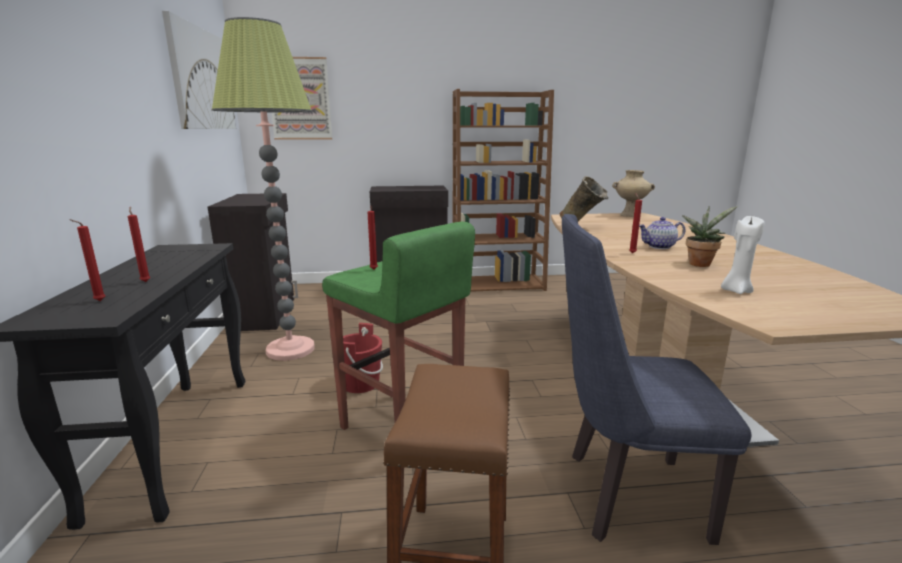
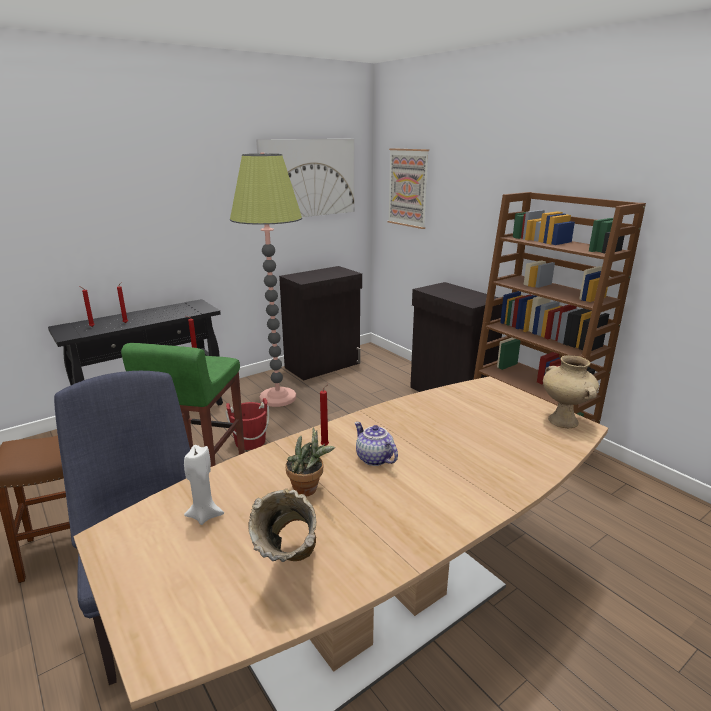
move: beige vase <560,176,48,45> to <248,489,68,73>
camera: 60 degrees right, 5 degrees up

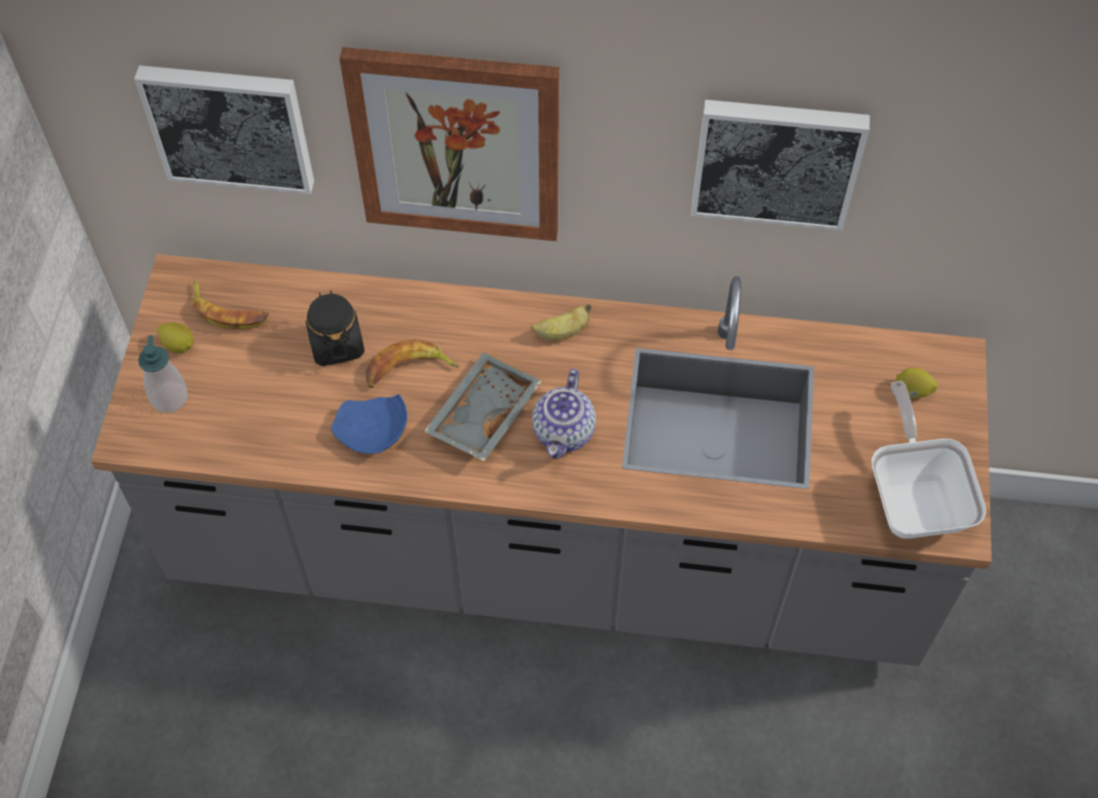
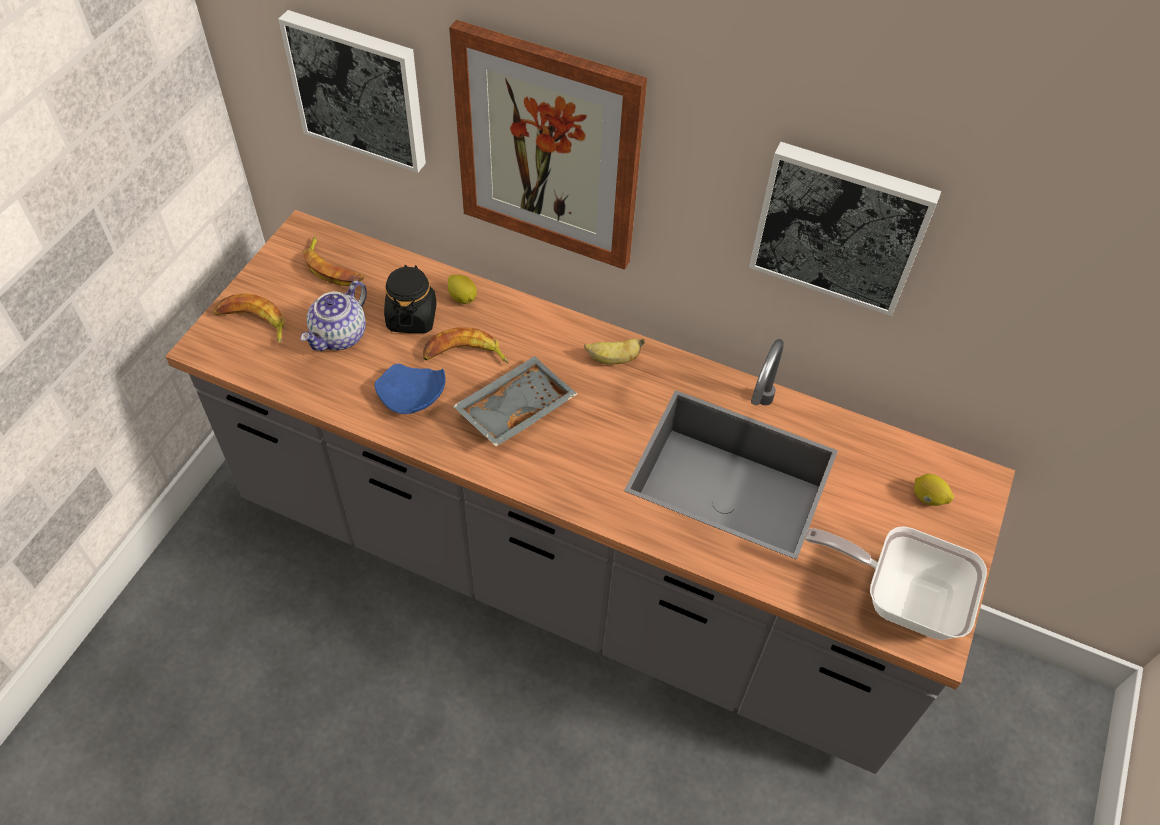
move: teapot <532,369,64,89> to <300,281,67,70>; lemon <157,322,37,31> to <448,275,29,29>
replace: soap dispenser <138,335,50,78> to banana <213,294,71,50>
rotate: frying pan <871,381,115,158> = <804,526,183,114> 75 degrees counterclockwise
camera: 15 degrees right, 5 degrees down

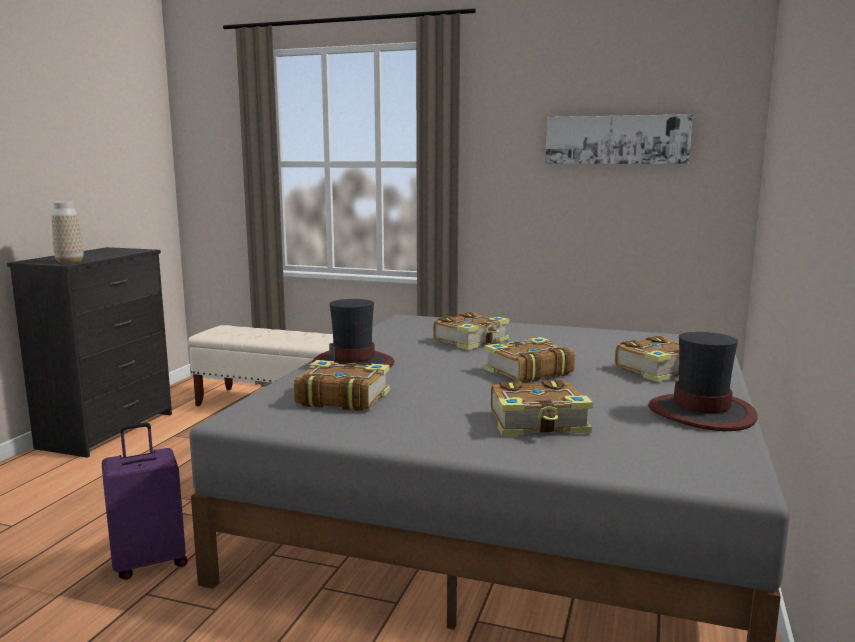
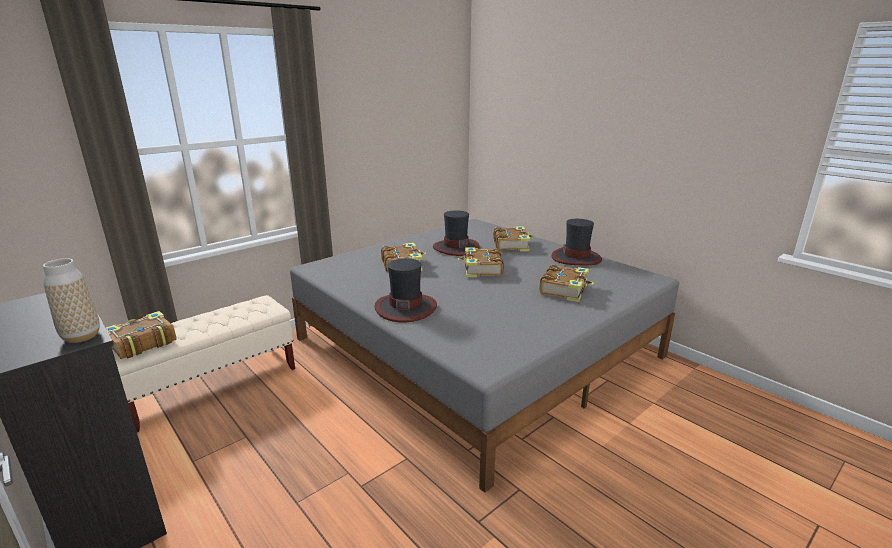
delete: purple suitcase <102,422,86,158>; picture <545,114,148,50>
insert: hat <433,210,47,46>
move: book <294,360,96,51> to <106,311,70,48>
camera: 60 degrees left, 10 degrees up

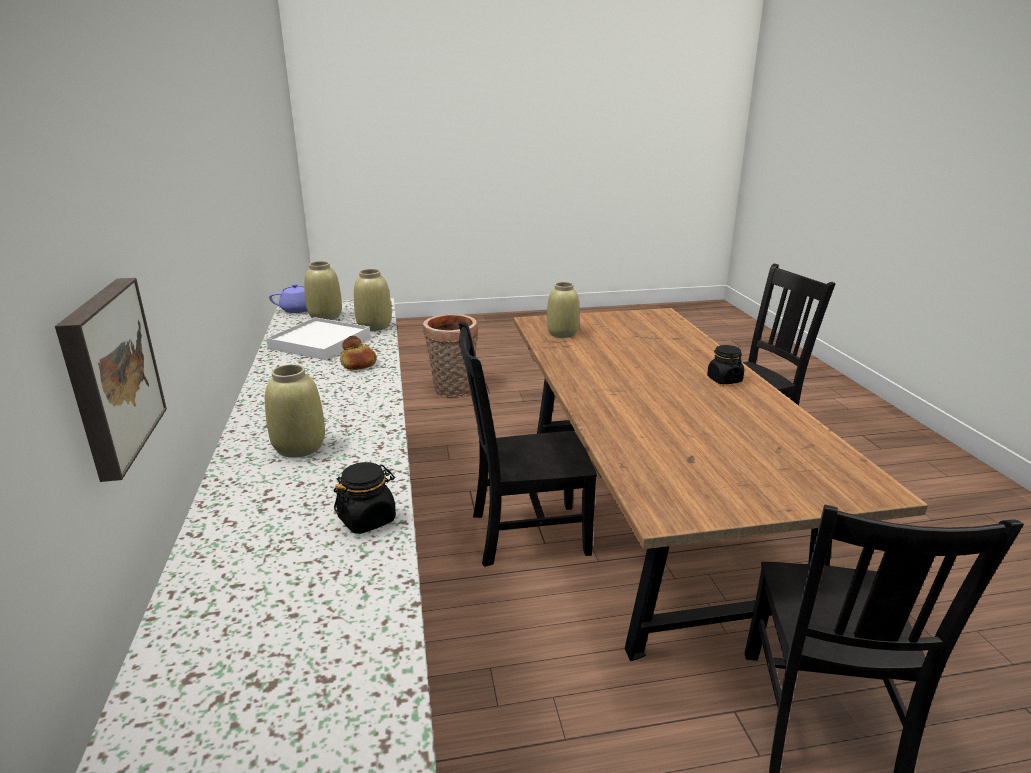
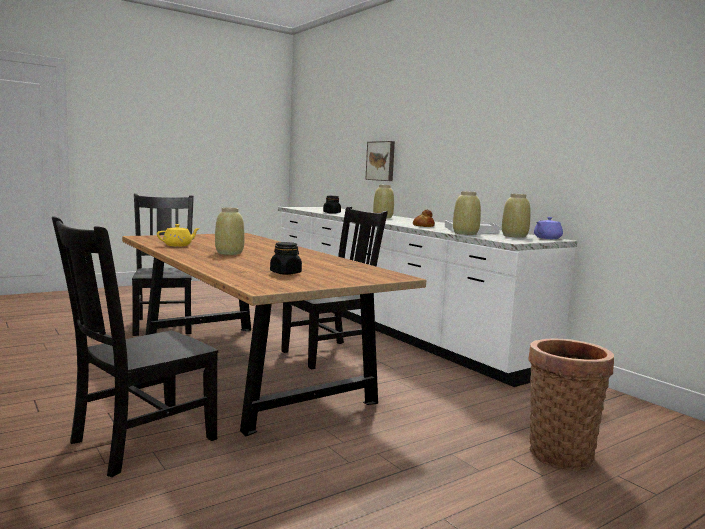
insert: yellow teapot <157,224,43,23>
move: beige vase <547,282,33,56> to <215,208,30,47>; black jar <707,345,37,39> to <270,242,32,33>
camera: 155 degrees right, 15 degrees down

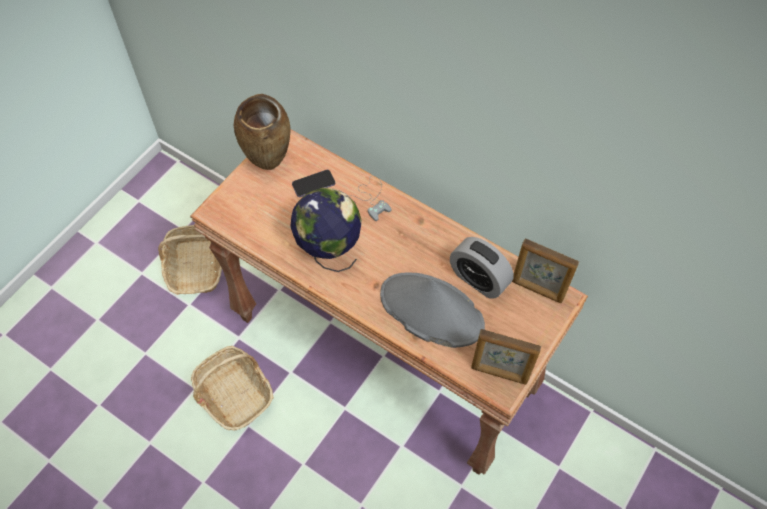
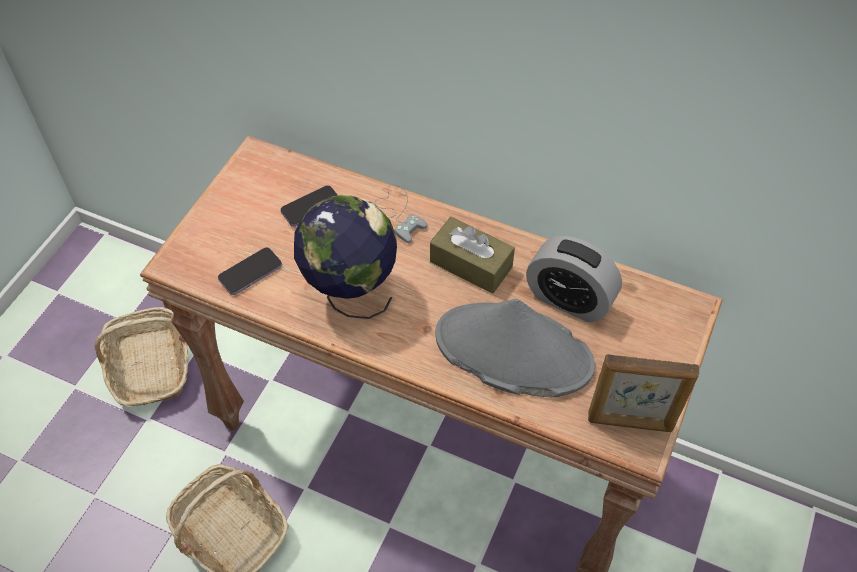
delete: brown vase <233,94,57,76>; picture frame <512,238,67,65>
insert: phone <218,247,64,48>; brown tissue box <430,217,85,77>
camera: 10 degrees left, 5 degrees down

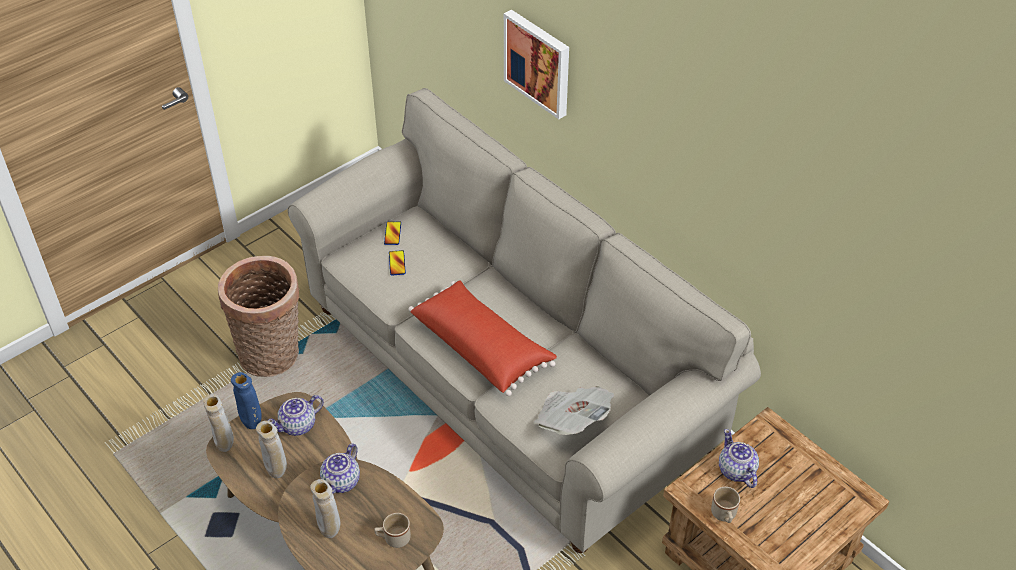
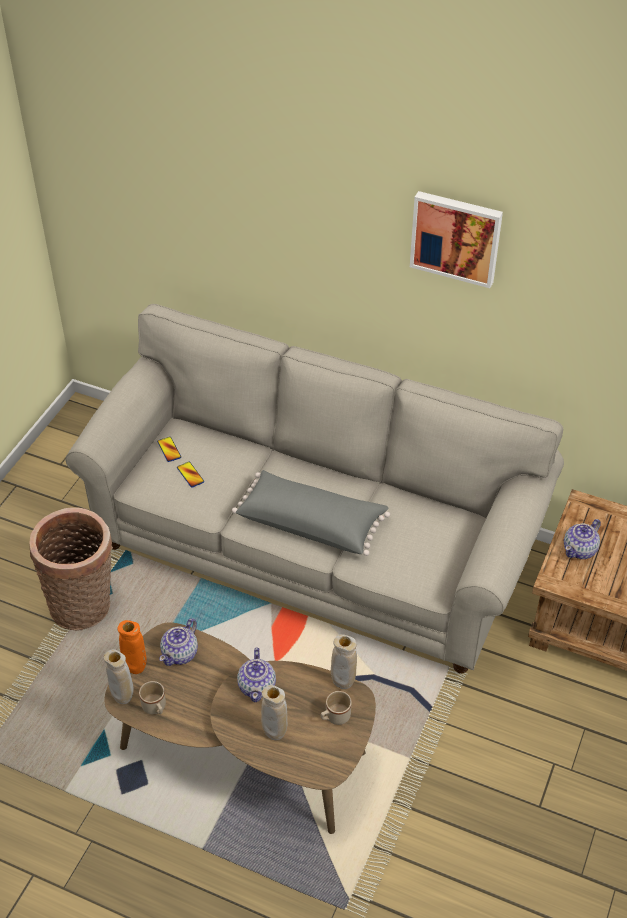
delete: newspaper <534,386,80,49>
move: beige mug <711,487,29,36> to <139,681,27,33>; beige vase <256,421,31,57> to <331,634,26,55>; picture <504,10,65,109> to <410,191,93,97>
recolor: blue vase <231,372,31,57> to orange vase <118,620,29,54>; red pillow <408,280,149,116> to grey pillow <232,470,158,86>
rotate: teapot <719,429,40,59> = <564,519,37,40> 90 degrees counterclockwise
camera: 25 degrees left, 0 degrees up

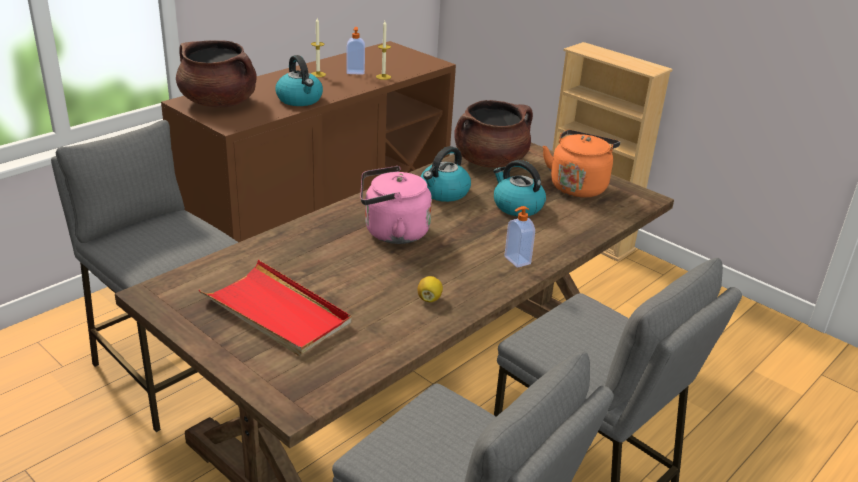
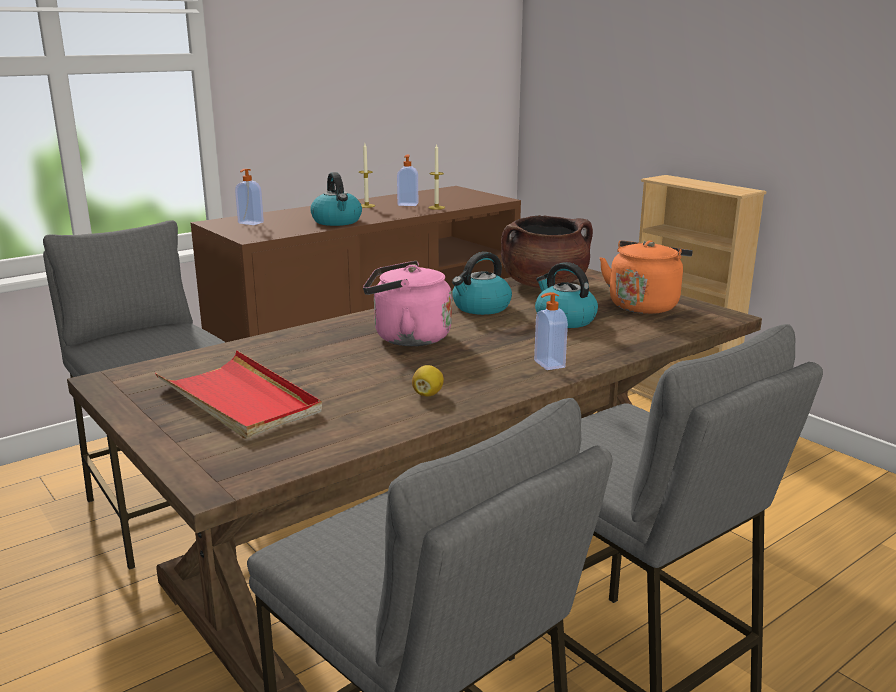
replace: brown cooking pot <176,40,81,67> to soap dispenser <235,169,29,56>
camera: 10 degrees right, 10 degrees down

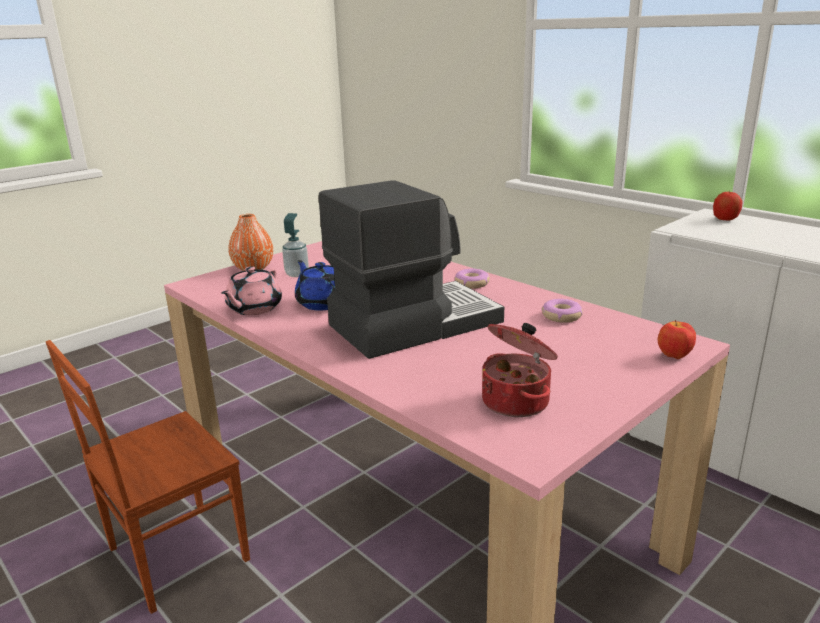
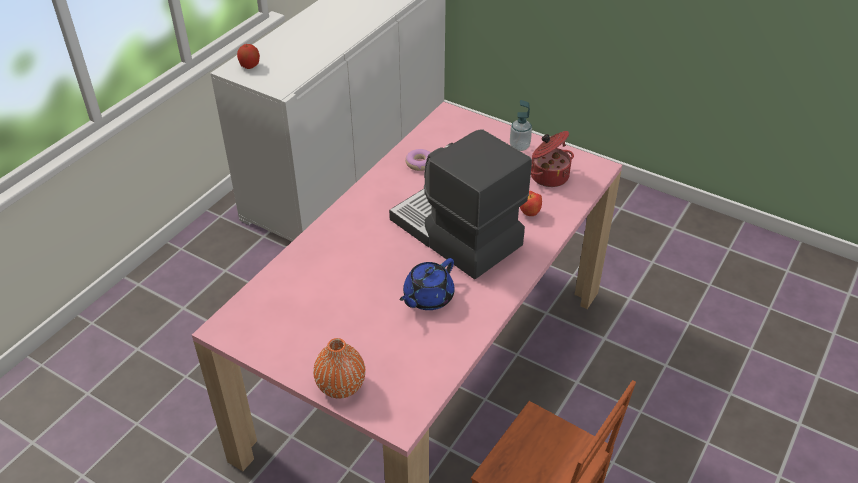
delete: pink teapot <222,266,60,49>; donut <455,269,35,20>
move: soap dispenser <282,213,27,64> to <510,100,22,51>; apple <658,320,38,39> to <520,191,22,25>
camera: 105 degrees left, 20 degrees up

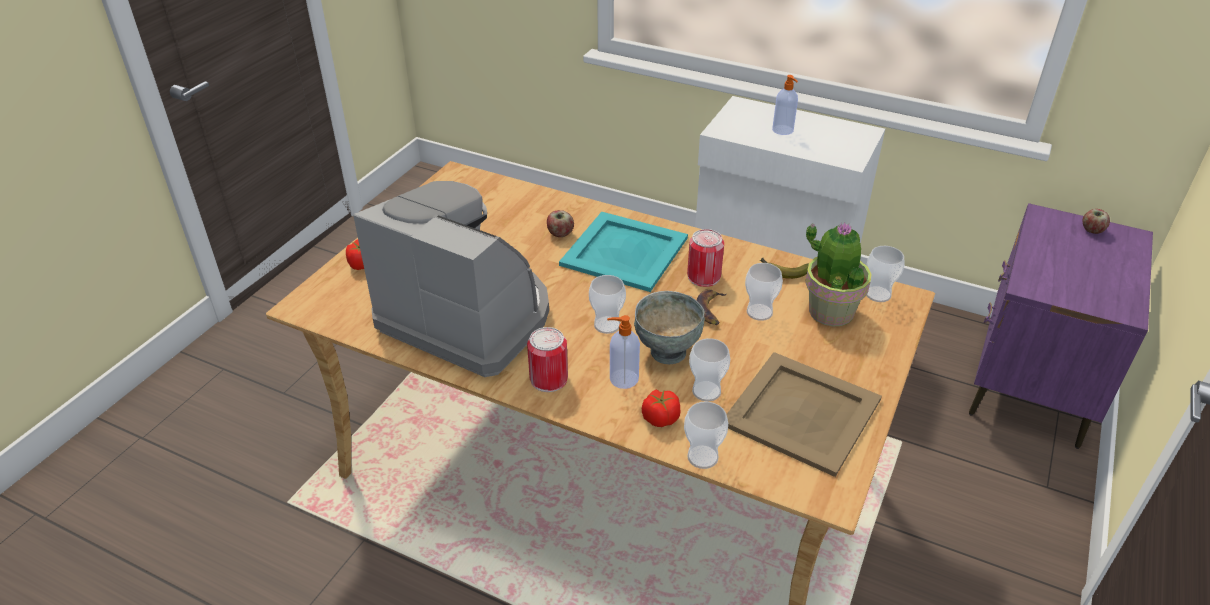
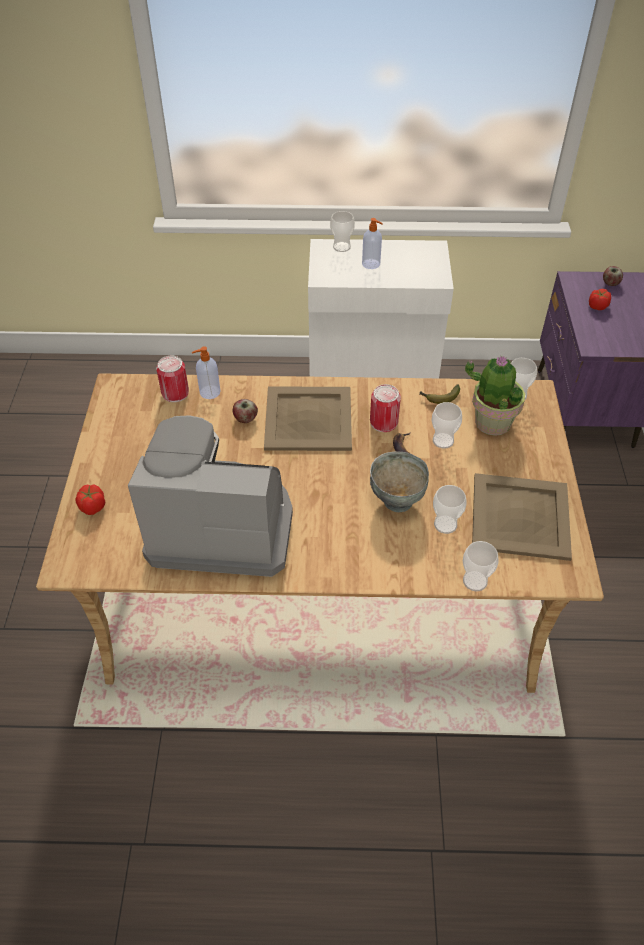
move: can <527,327,41,65> to <156,356,33,46>; soap dispenser <607,315,33,74> to <192,346,28,53>; cup <589,275,37,59> to <330,211,25,41>; tomato <642,389,38,38> to <589,289,22,21>
recolor: turquoise tray <559,212,129,80> to beige tray <264,387,88,64>
camera: 25 degrees left, 10 degrees up

